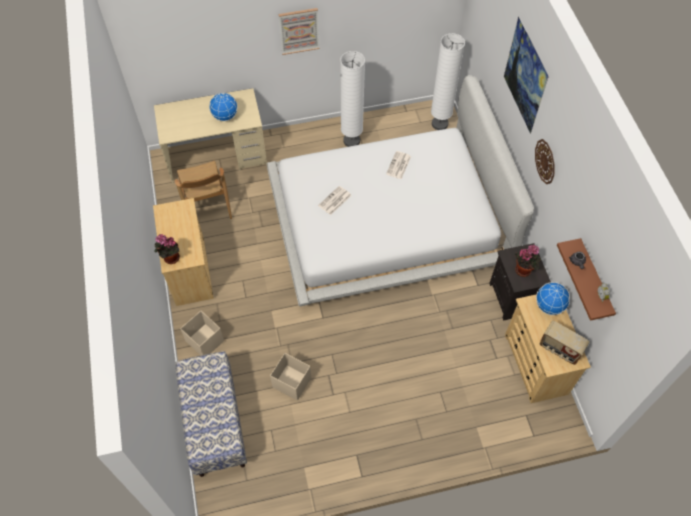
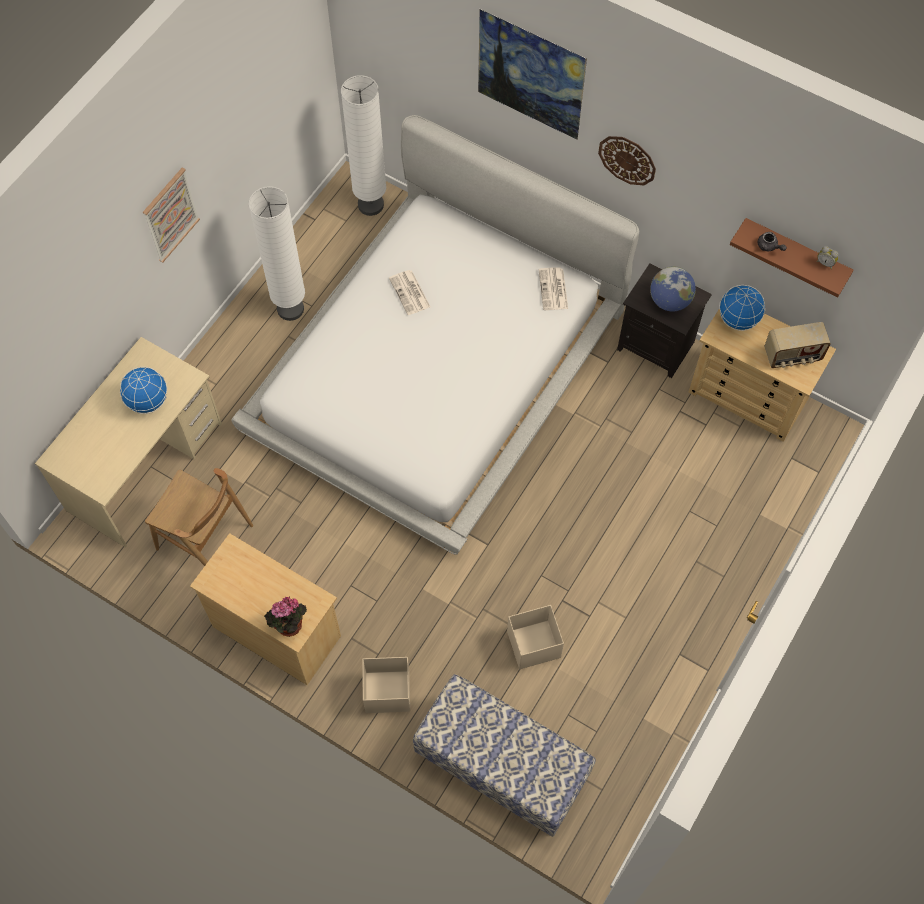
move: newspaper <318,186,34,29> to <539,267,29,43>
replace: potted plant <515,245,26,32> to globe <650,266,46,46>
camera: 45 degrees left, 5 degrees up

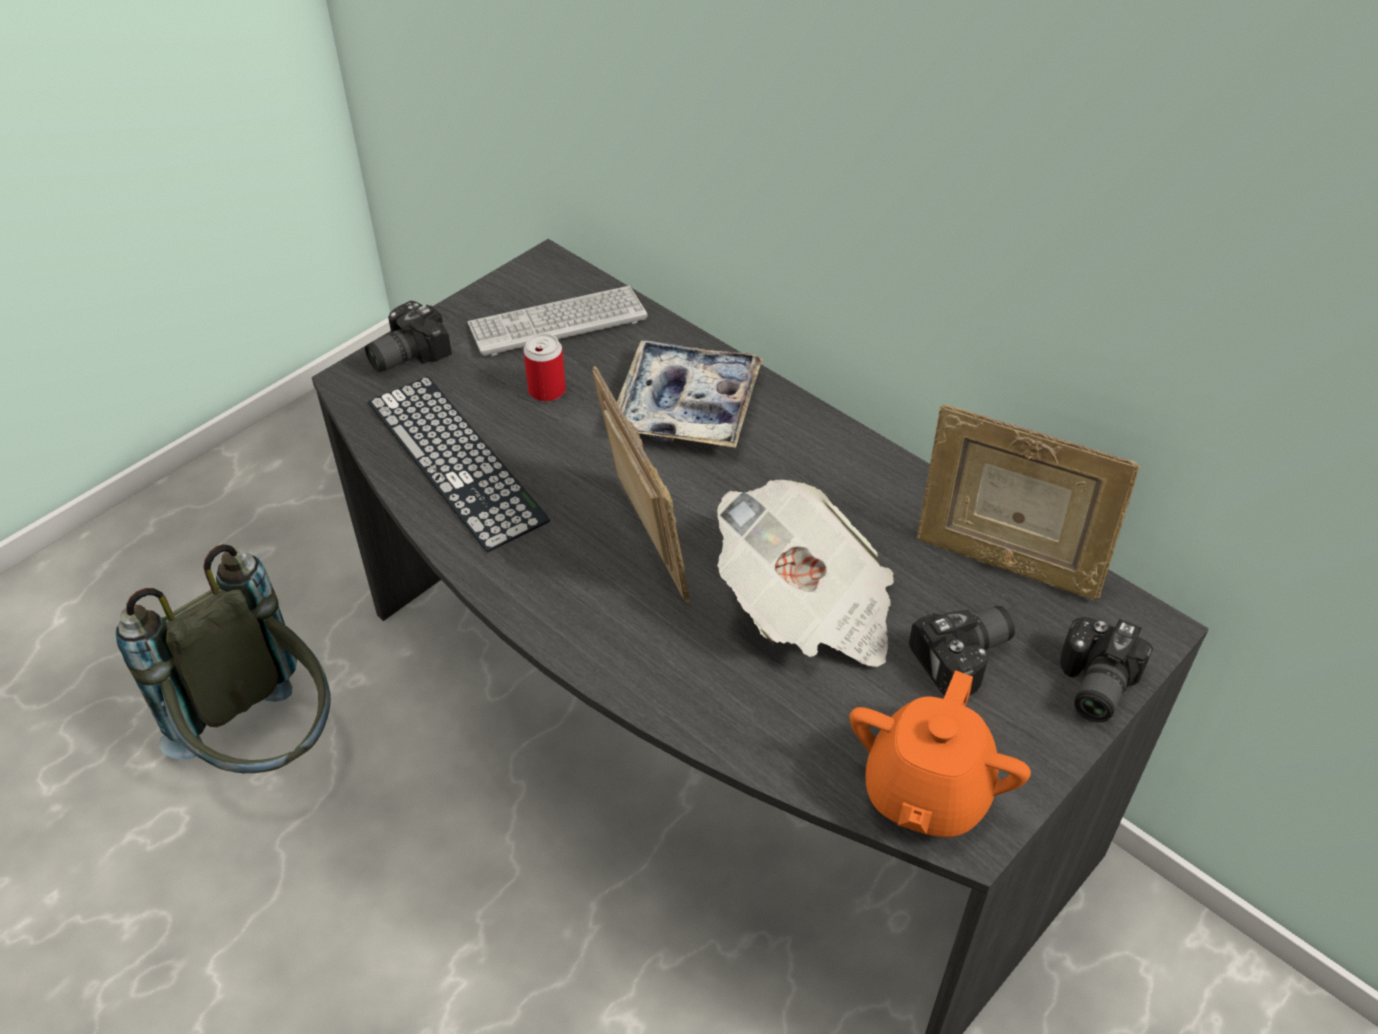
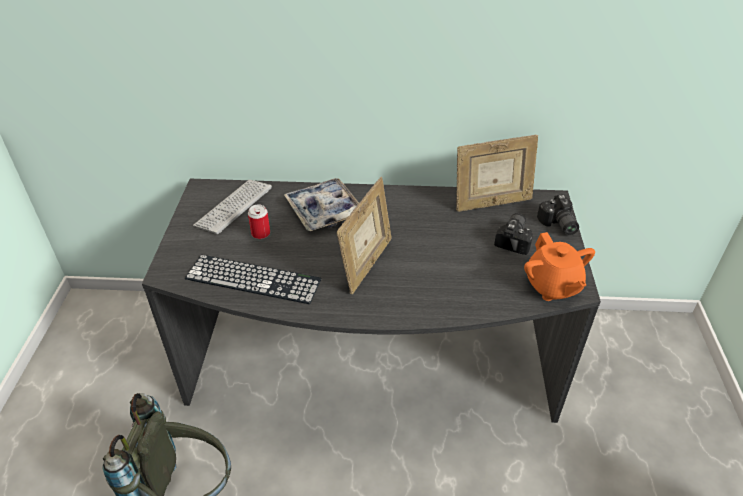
delete: photo camera <365,301,87,71>; newspaper <717,480,177,187>
rotate: picture frame <592,366,98,237> = <337,177,55,117> 90 degrees clockwise
camera: 40 degrees left, 5 degrees down

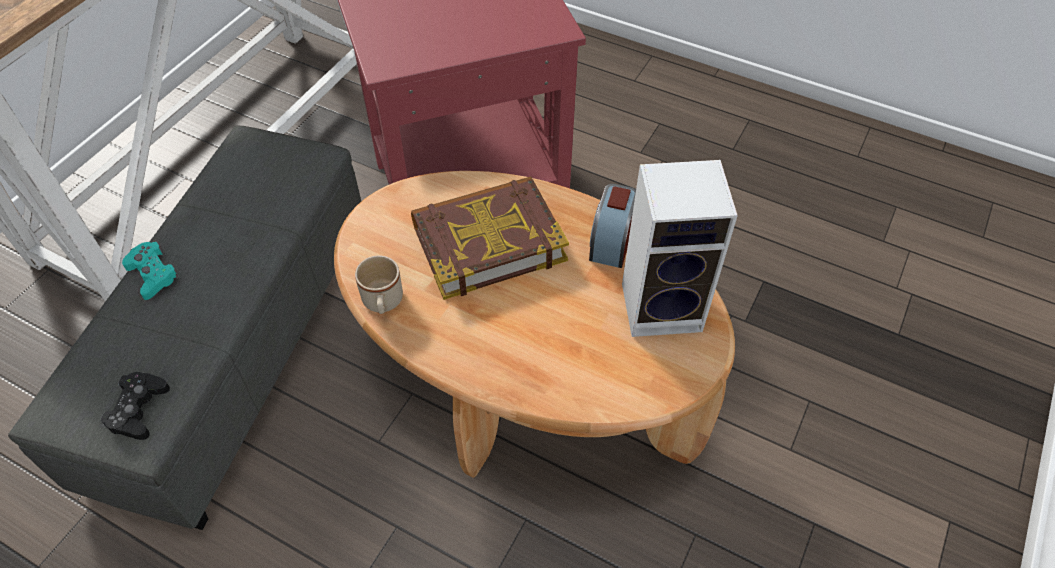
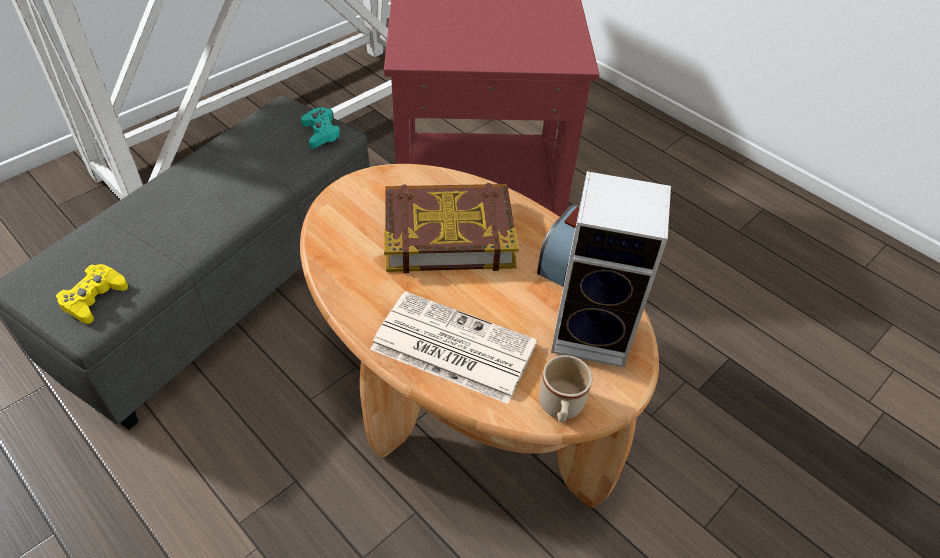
insert: newspaper <370,291,167,113>
move: turquoise game controller <122,242,59,58> to <301,107,41,42>; beige mug <355,256,48,58> to <539,355,53,67>
recolor: black game controller <100,372,70,68> to yellow game controller <56,264,72,60>
camera: 15 degrees right, 5 degrees down

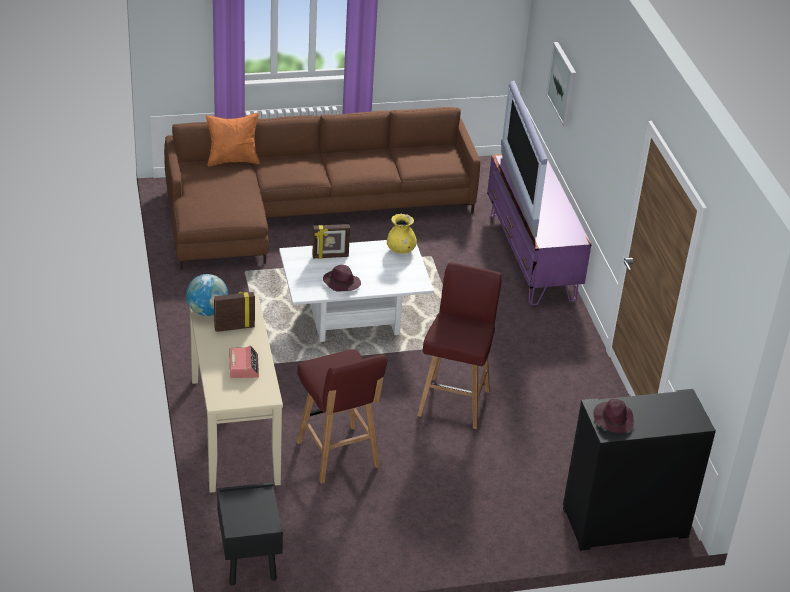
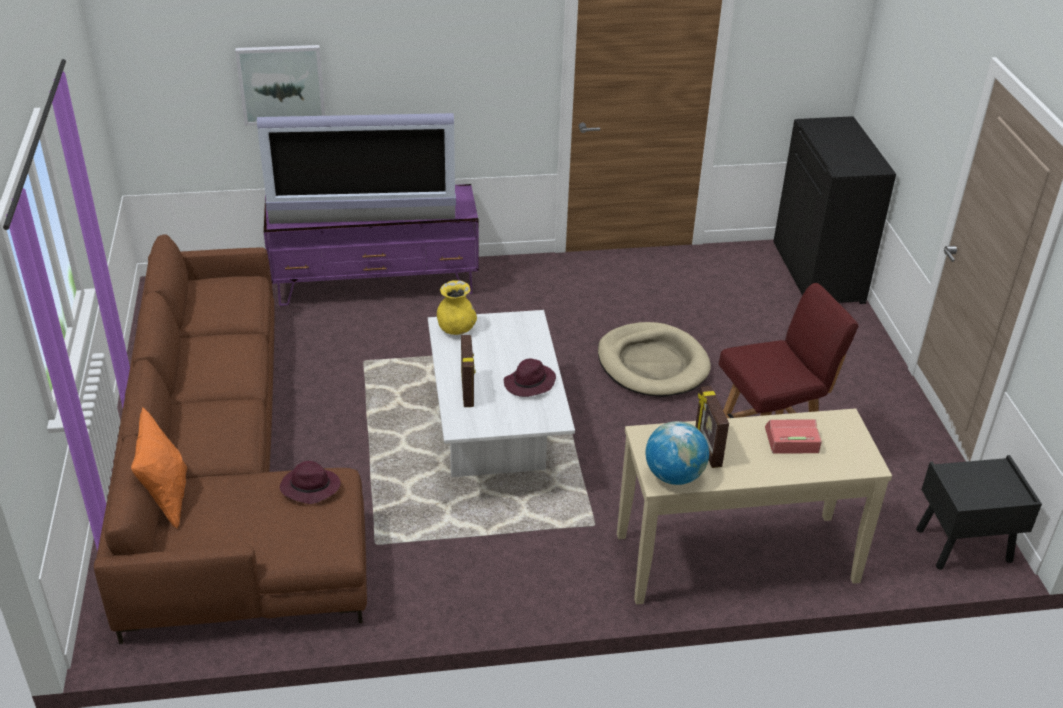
move: purple hat <593,399,41,34> to <280,461,61,43>
replace: red stool <417,263,85,166> to beige dog bed <598,322,113,75>
camera: 85 degrees left, 0 degrees up

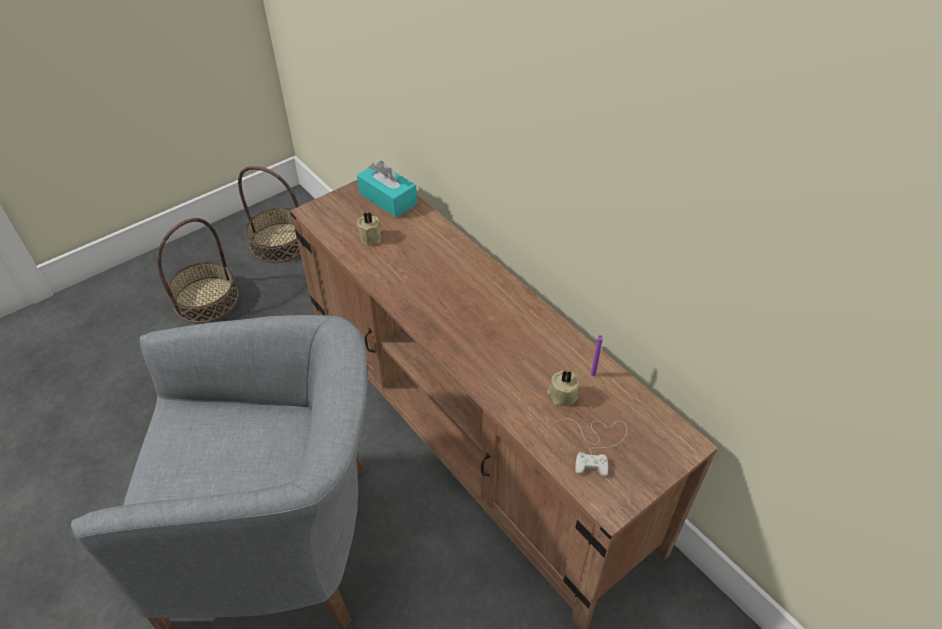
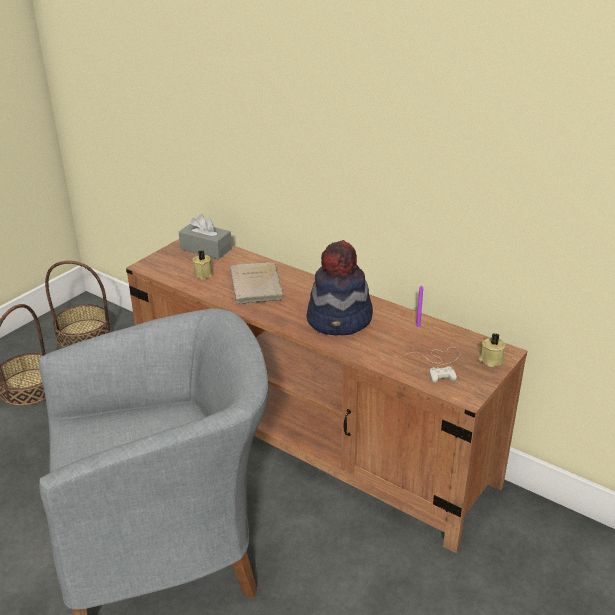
insert: beige book <230,262,55,42>; hat <306,240,67,96>
move: beige candle <547,371,33,35> to <478,333,28,34>
recolor: turquoise tissue box <357,161,60,57> to grey tissue box <179,214,53,46>
camera: 15 degrees left, 15 degrees down

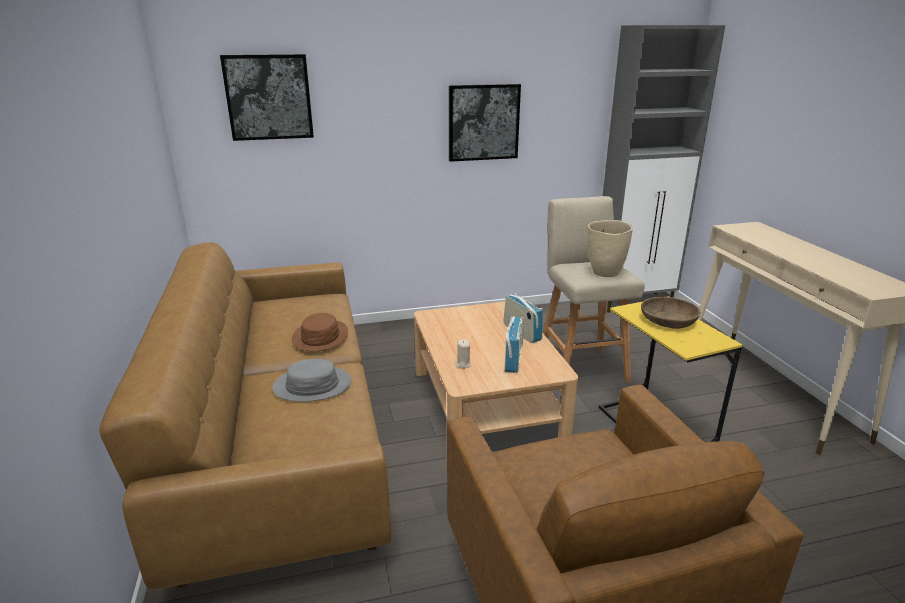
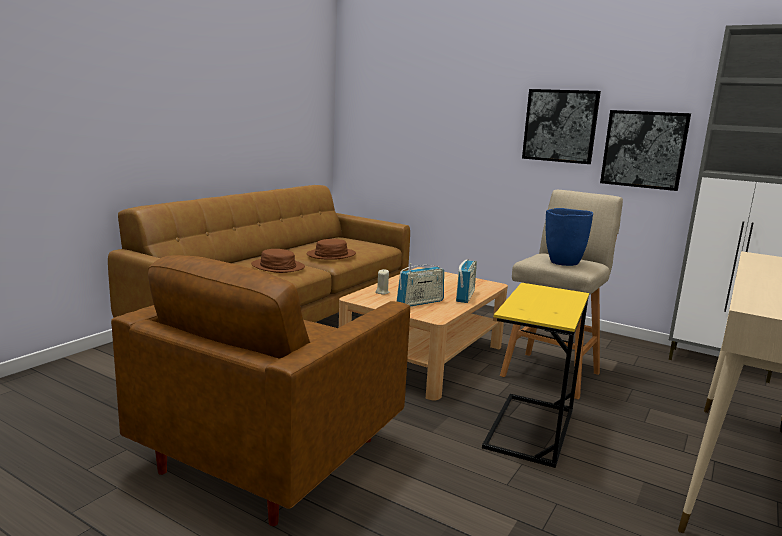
delete: brown bowl <641,296,59,33>
move: picture <220,54,94,87> to <600,110,91,81>
recolor: grey hat <272,359,79,43> to brown hat <251,249,54,24>; beige vase <588,220,45,57> to blue vase <546,208,47,58>
camera: 45 degrees right, 10 degrees down

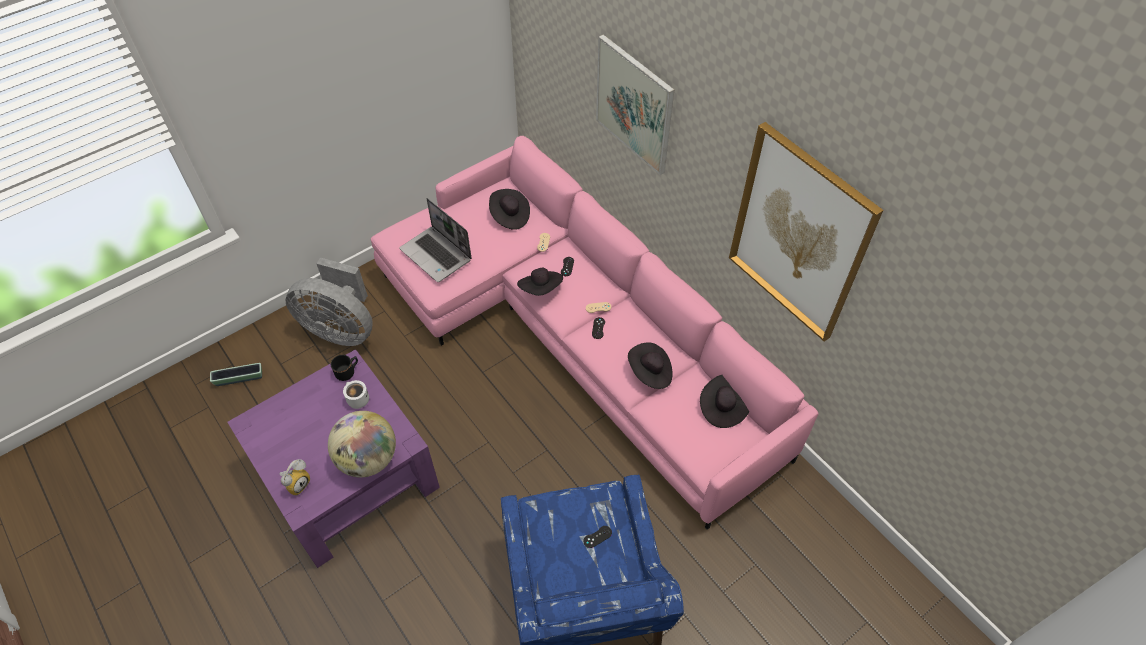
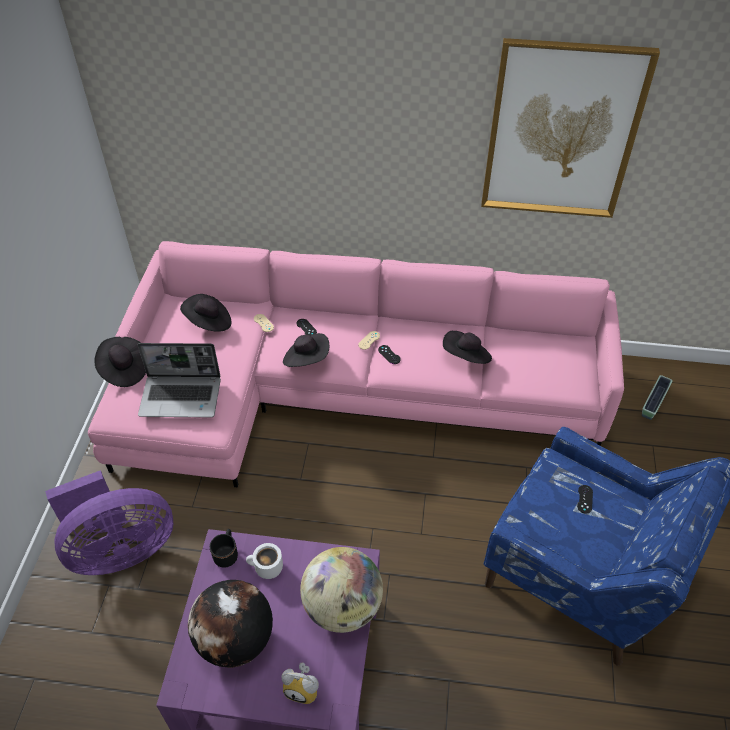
delete: picture <596,34,78,141>
insert: globe <188,580,85,88>
move: black hat <700,375,49,53> to <94,337,52,50>; planter <210,363,52,23> to <642,375,31,45>
recolor: grey fan <285,258,88,88> to purple fan <45,470,128,105>
rotate: alarm clock <280,459,30,36> = <281,663,38,41> 120 degrees clockwise
camera: 45 degrees left, 5 degrees down

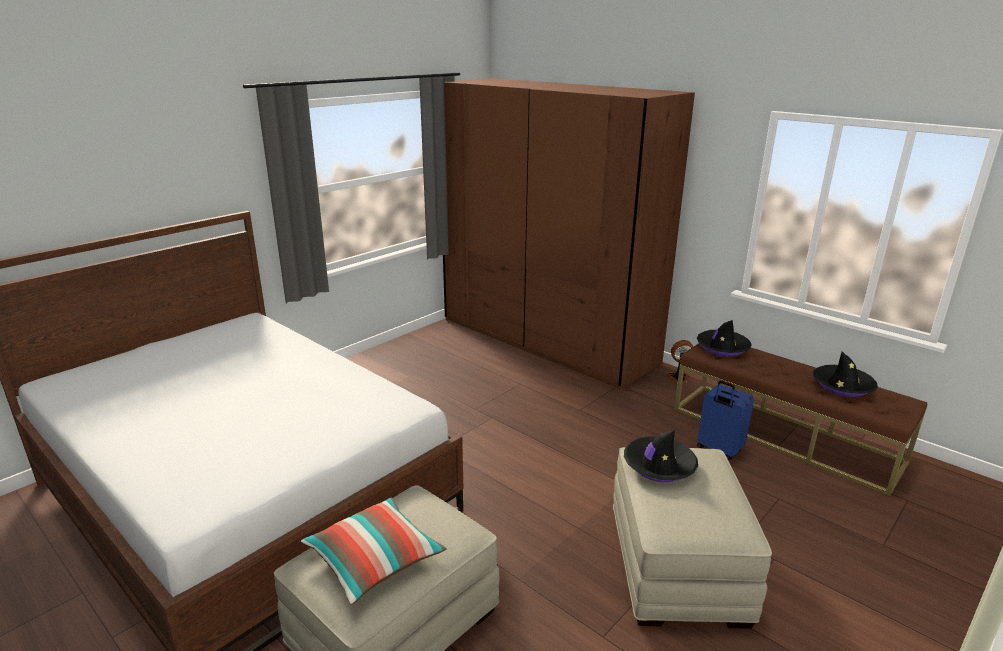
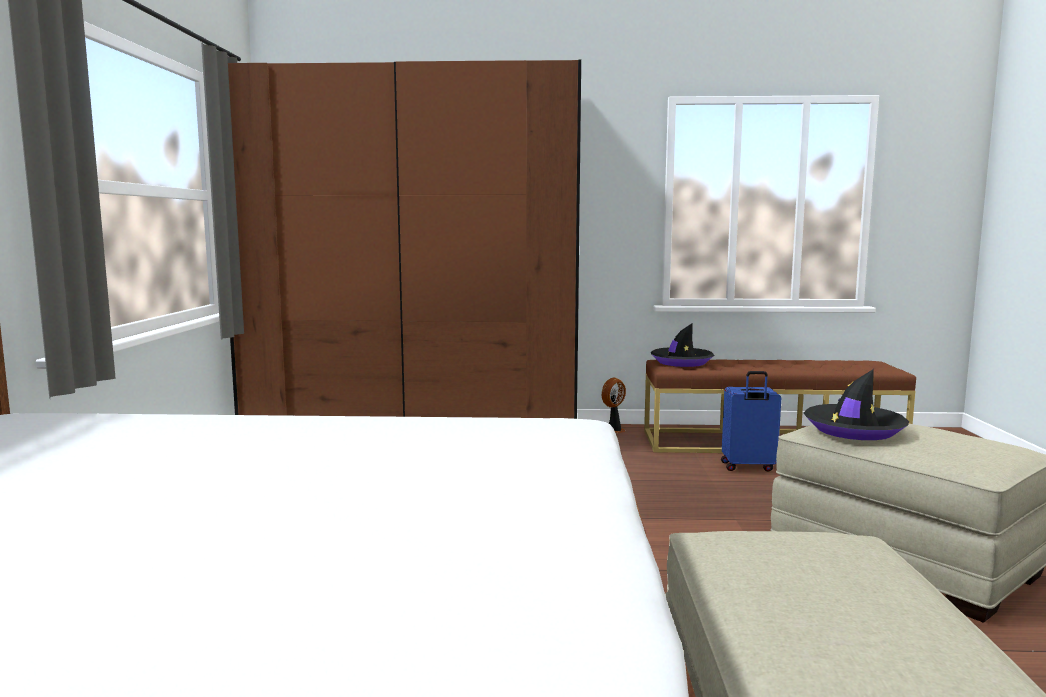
delete: pillow <301,498,146,107>; black hat <813,352,65,45>
camera: 40 degrees left, 15 degrees down

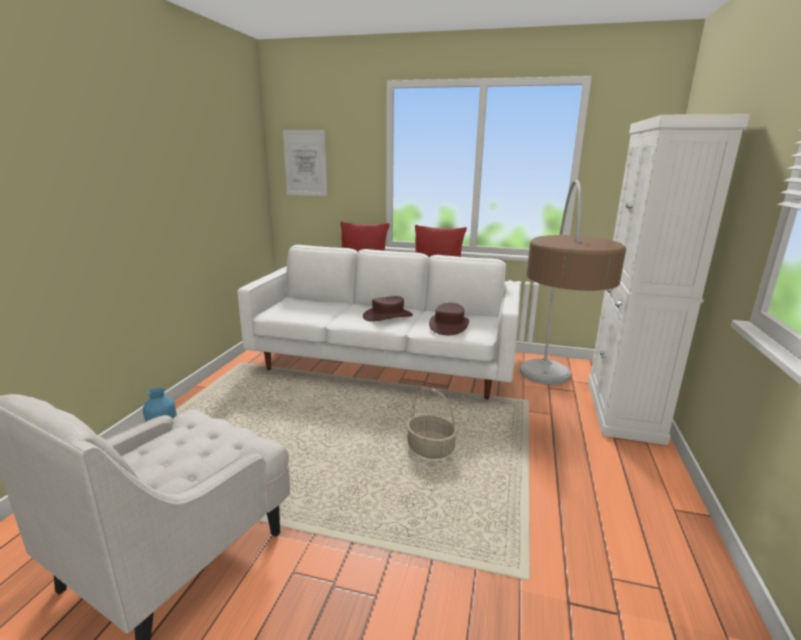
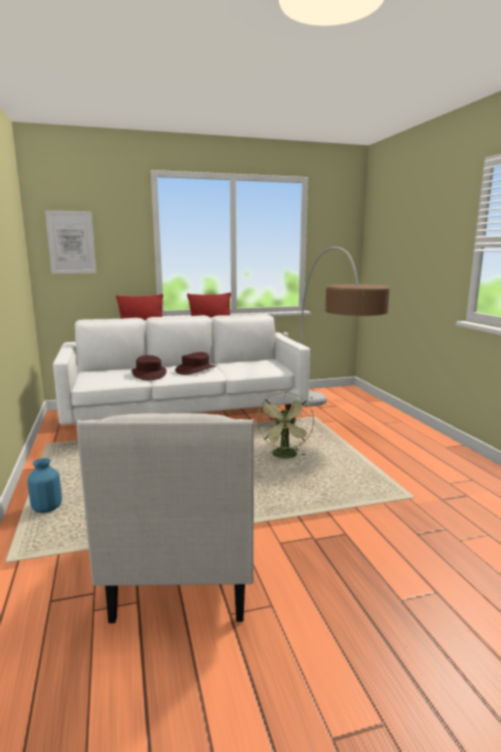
delete: white cabinet <588,114,162,331>
move: brown hat <429,303,40,32> to <132,355,35,25>
replace: basket <406,387,51,72> to green fan <257,392,57,67>
camera: 30 degrees left, 5 degrees down

